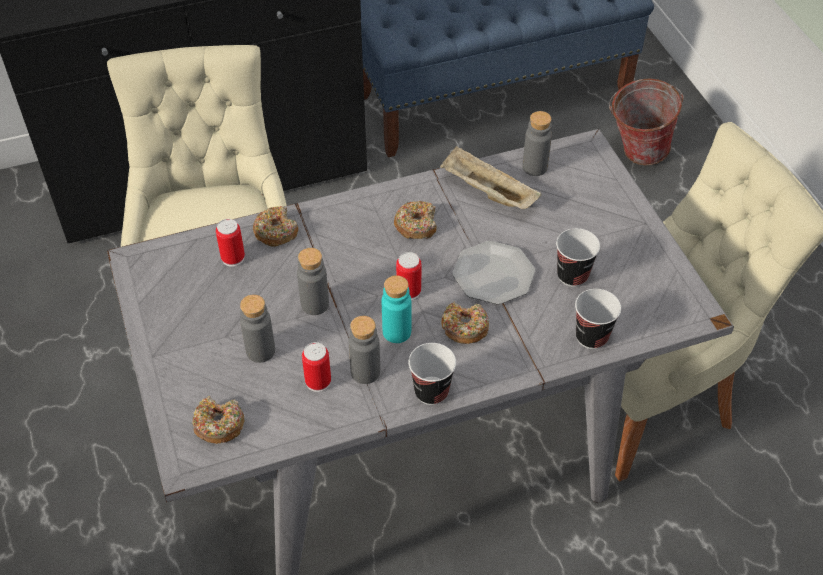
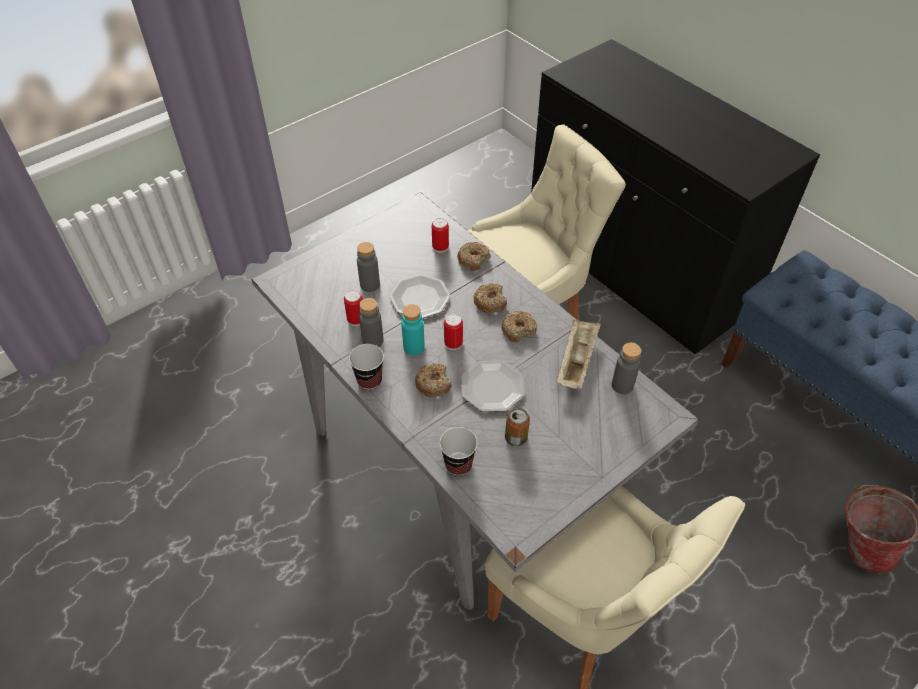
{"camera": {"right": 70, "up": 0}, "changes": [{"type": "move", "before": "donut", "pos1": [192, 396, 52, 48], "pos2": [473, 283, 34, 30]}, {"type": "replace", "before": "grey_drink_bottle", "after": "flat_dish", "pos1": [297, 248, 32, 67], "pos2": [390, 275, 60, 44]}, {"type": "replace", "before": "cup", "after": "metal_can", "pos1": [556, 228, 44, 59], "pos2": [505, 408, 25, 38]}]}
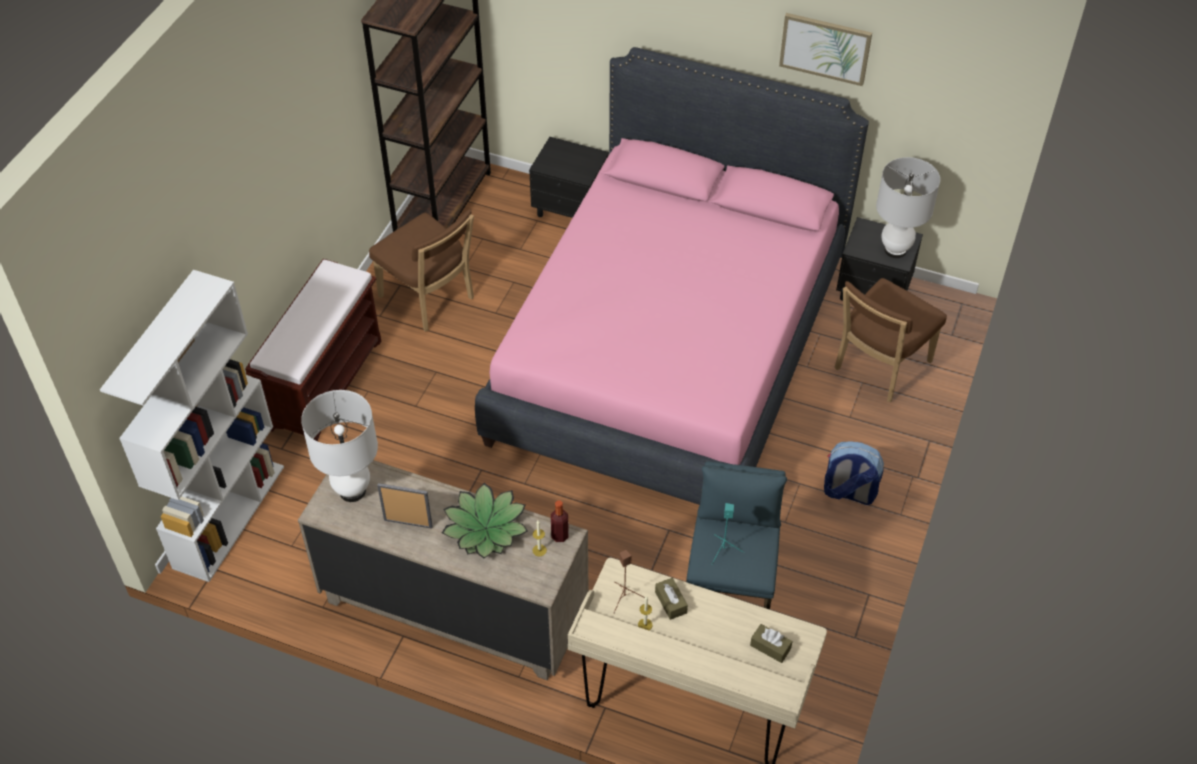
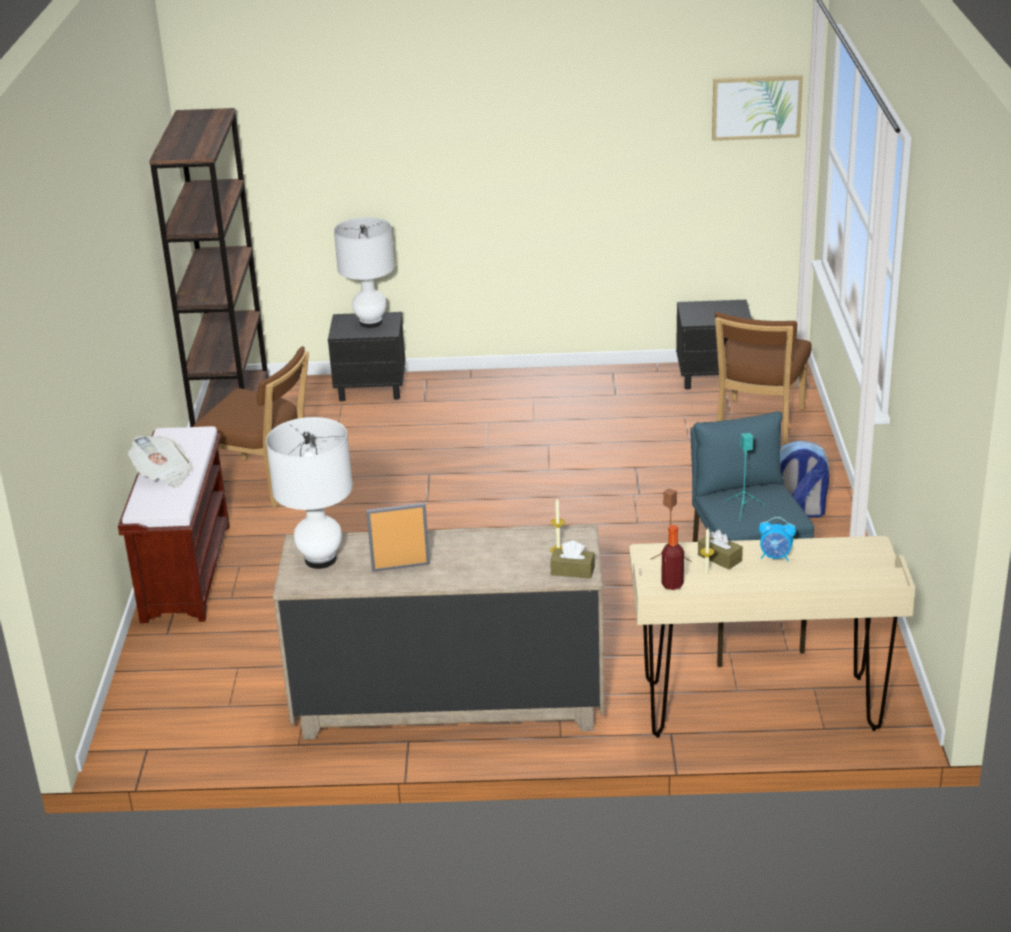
{"camera": {"right": -20, "up": -20}, "changes": [{"type": "delete", "before": "whitish_bookshelf", "pos1": [100, 270, 184, 312]}, {"type": "delete", "before": "potted_plant", "pos1": [442, 483, 86, 75]}, {"type": "delete", "before": "pinkish_sleeping_bed", "pos1": [475, 47, 394, 458]}, {"type": "move", "before": "drink_bottle", "pos1": [551, 500, 18, 42], "pos2": [661, 525, 23, 65]}, {"type": "move", "before": "brownish_box_of_tissues", "pos1": [750, 624, 43, 39], "pos2": [550, 541, 45, 38]}, {"type": "move", "before": "picture", "pos1": [779, 13, 93, 73], "pos2": [712, 75, 91, 66]}, {"type": "move", "before": "whitish_tabletop_lamp", "pos1": [876, 157, 64, 101], "pos2": [334, 217, 61, 111]}, {"type": "insert", "after": "newspaper", "pos2": [128, 436, 66, 51]}, {"type": "insert", "after": "bedside_clock", "pos2": [759, 517, 37, 44]}]}
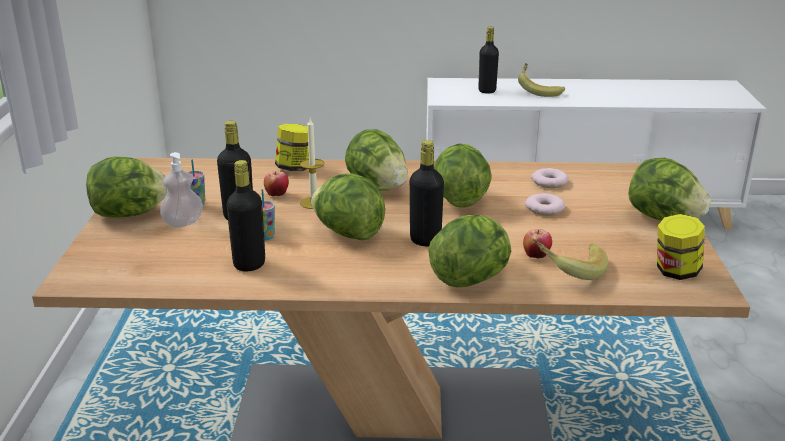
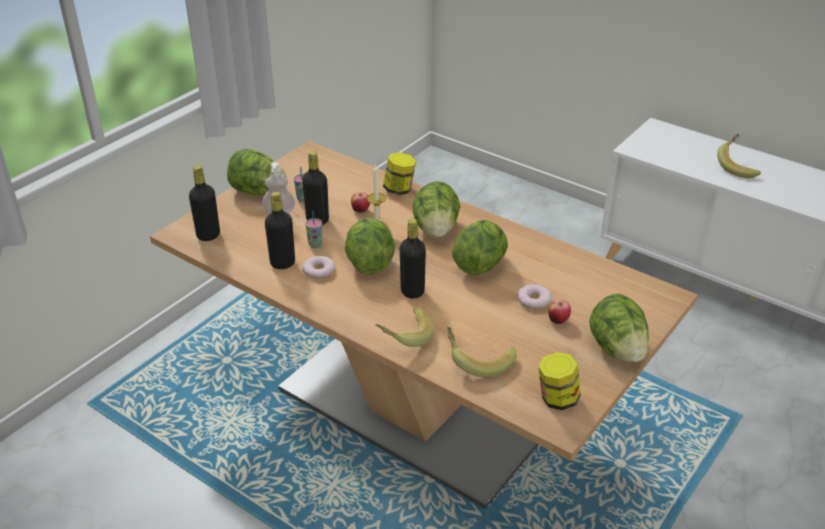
{"camera": {"right": 35, "up": 10}, "changes": [{"type": "replace", "before": "head_of_lettuce", "after": "banana_fruit", "pos1": [428, 215, 83, 72], "pos2": [376, 308, 58, 39]}, {"type": "move", "before": "black-coloured_drink_bottle", "pos1": [478, 27, 21, 67], "pos2": [189, 165, 31, 76]}, {"type": "move", "before": "apple_fruit", "pos1": [523, 229, 29, 30], "pos2": [548, 299, 23, 25]}, {"type": "move", "before": "donut", "pos1": [531, 168, 38, 20], "pos2": [302, 256, 33, 22]}]}
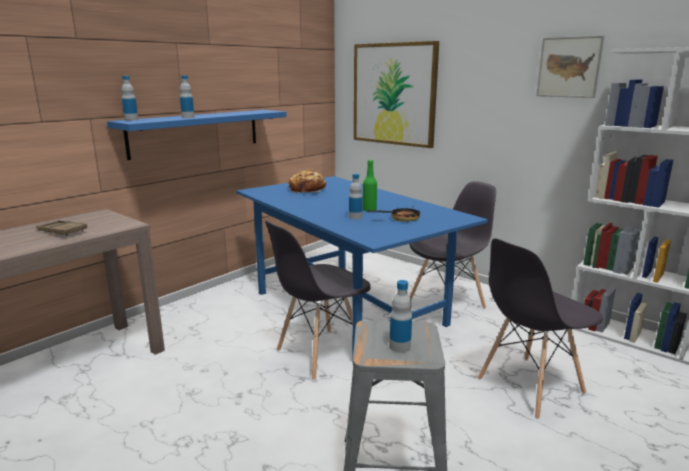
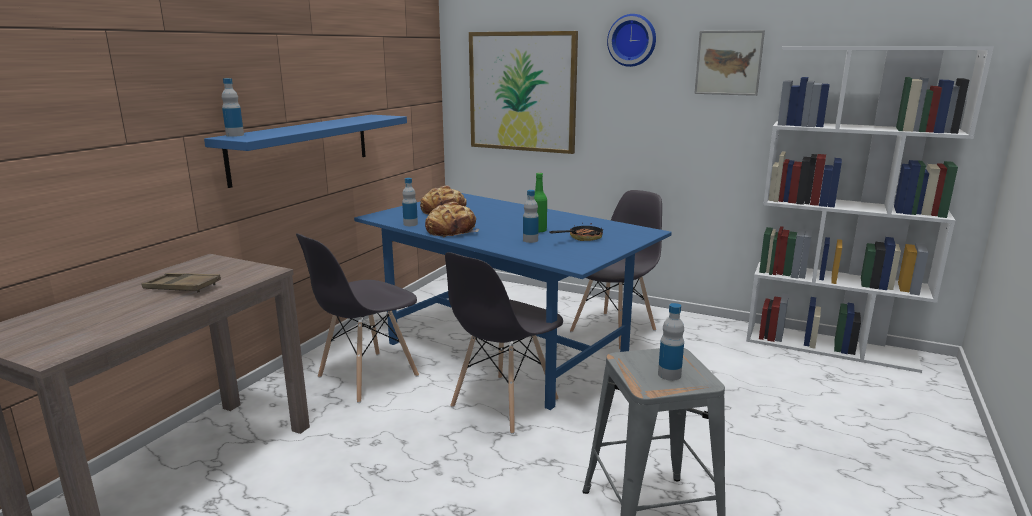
{"camera": {"right": -15, "up": 0}, "changes": [{"type": "move", "before": "drink_bottle", "pos1": [180, 75, 15, 43], "pos2": [402, 178, 16, 48]}, {"type": "move", "before": "grey_plain_chair", "pos1": [478, 238, 125, 181], "pos2": [296, 233, 123, 170]}, {"type": "insert", "after": "baked_bread", "pos2": [425, 202, 54, 35]}, {"type": "insert", "after": "wall_clock", "pos2": [607, 14, 49, 53]}]}
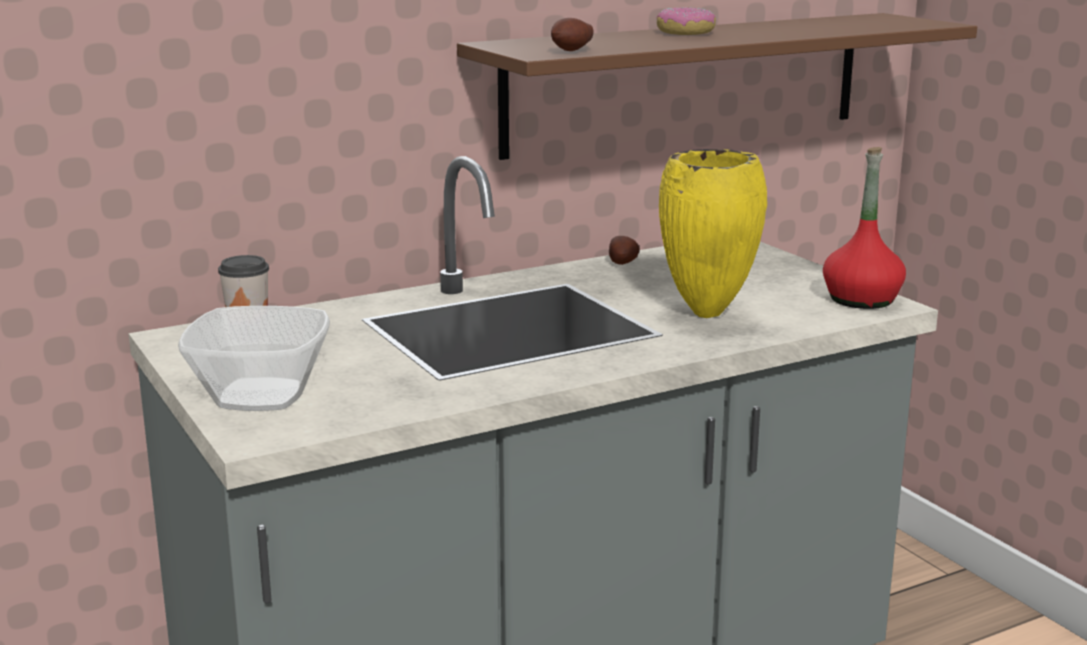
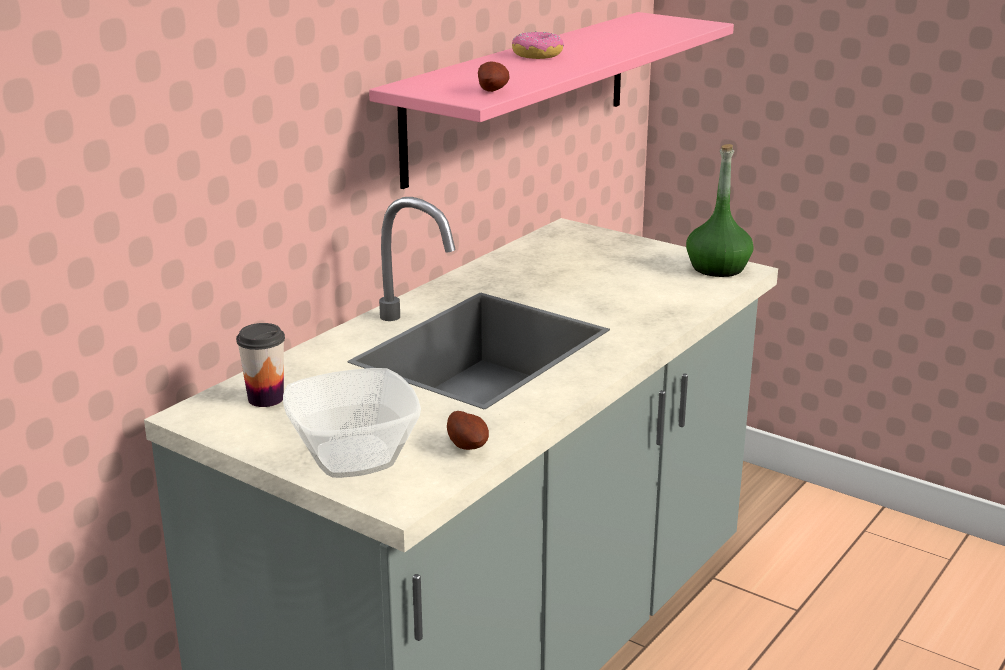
{"camera": {"right": -25, "up": 5}, "changes": [{"type": "recolor", "before": "brownish_wall_shelf", "after": "pinkish_wall_shelf", "pos1": [457, 13, 520, 147], "pos2": [369, 12, 365, 177]}, {"type": "move", "before": "spud", "pos1": [609, 236, 30, 29], "pos2": [447, 411, 42, 39]}, {"type": "delete", "before": "yellowish_decorative_vase", "pos1": [659, 149, 108, 169]}, {"type": "recolor", "before": "red-coloured_drink_bottle", "after": "green-coloured_drink_bottle", "pos1": [823, 147, 83, 162], "pos2": [686, 144, 68, 133]}]}
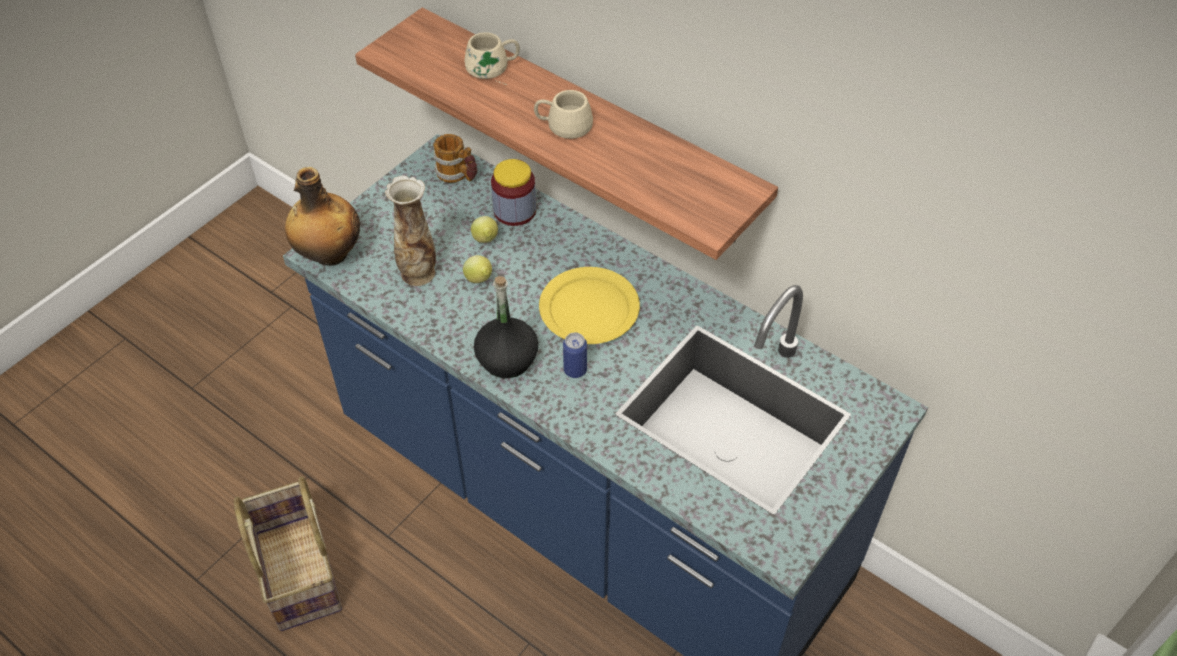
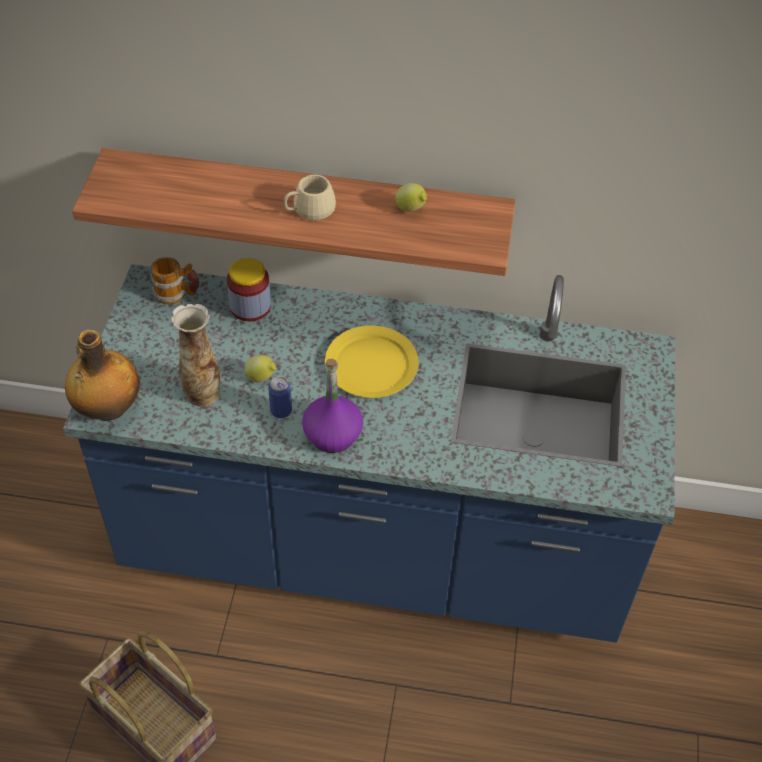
{"camera": {"right": -30, "up": 0}, "changes": [{"type": "delete", "before": "beige_mug", "pos1": [464, 32, 56, 53]}, {"type": "move", "before": "citrus_fruit", "pos1": [471, 216, 27, 27], "pos2": [395, 183, 32, 29]}, {"type": "recolor", "before": "black-coloured_drink_bottle", "after": "purplish_drink_bottle", "pos1": [474, 276, 64, 102], "pos2": [302, 359, 61, 94]}, {"type": "move", "before": "metal_can", "pos1": [563, 333, 24, 45], "pos2": [268, 376, 24, 42]}]}
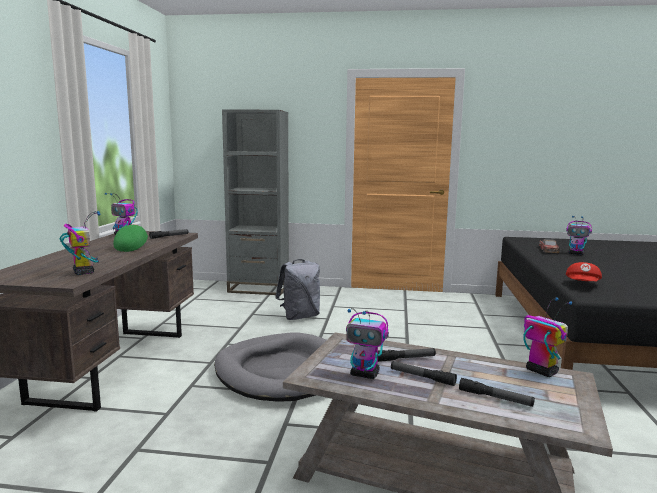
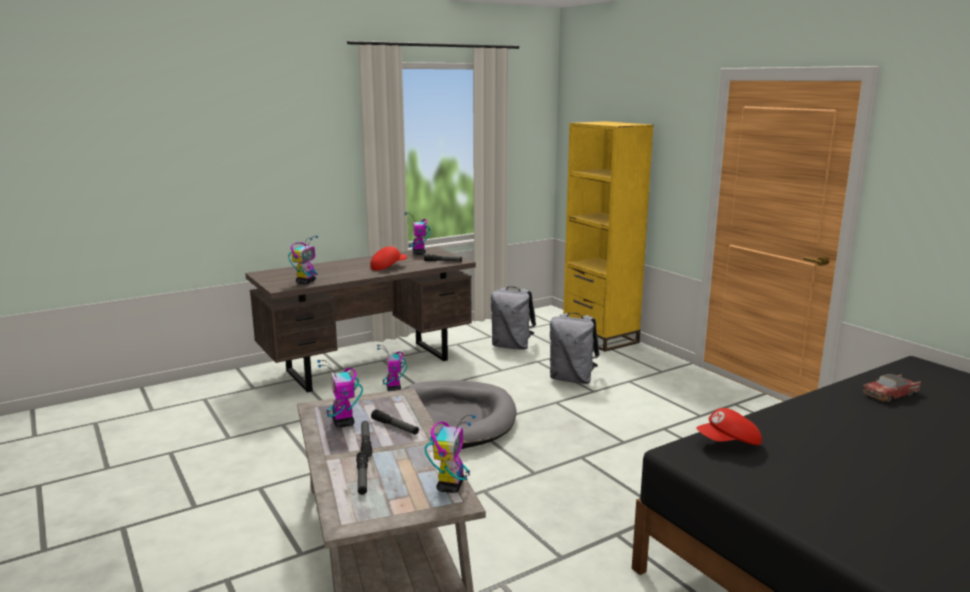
{"camera": {"right": 50, "up": 5}, "changes": [{"type": "recolor", "before": "green-coloured_peaked_cap", "after": "red-coloured_peaked_cap", "pos1": [113, 224, 35, 28], "pos2": [370, 246, 37, 25]}, {"type": "recolor", "before": "grey_bookshelf", "after": "yellowish_bookshelf", "pos1": [222, 109, 67, 186], "pos2": [563, 121, 91, 231]}, {"type": "move", "before": "robot_figure", "pos1": [566, 216, 26, 39], "pos2": [377, 344, 30, 47]}, {"type": "insert", "after": "grey_rucksack", "pos2": [491, 286, 45, 64]}]}
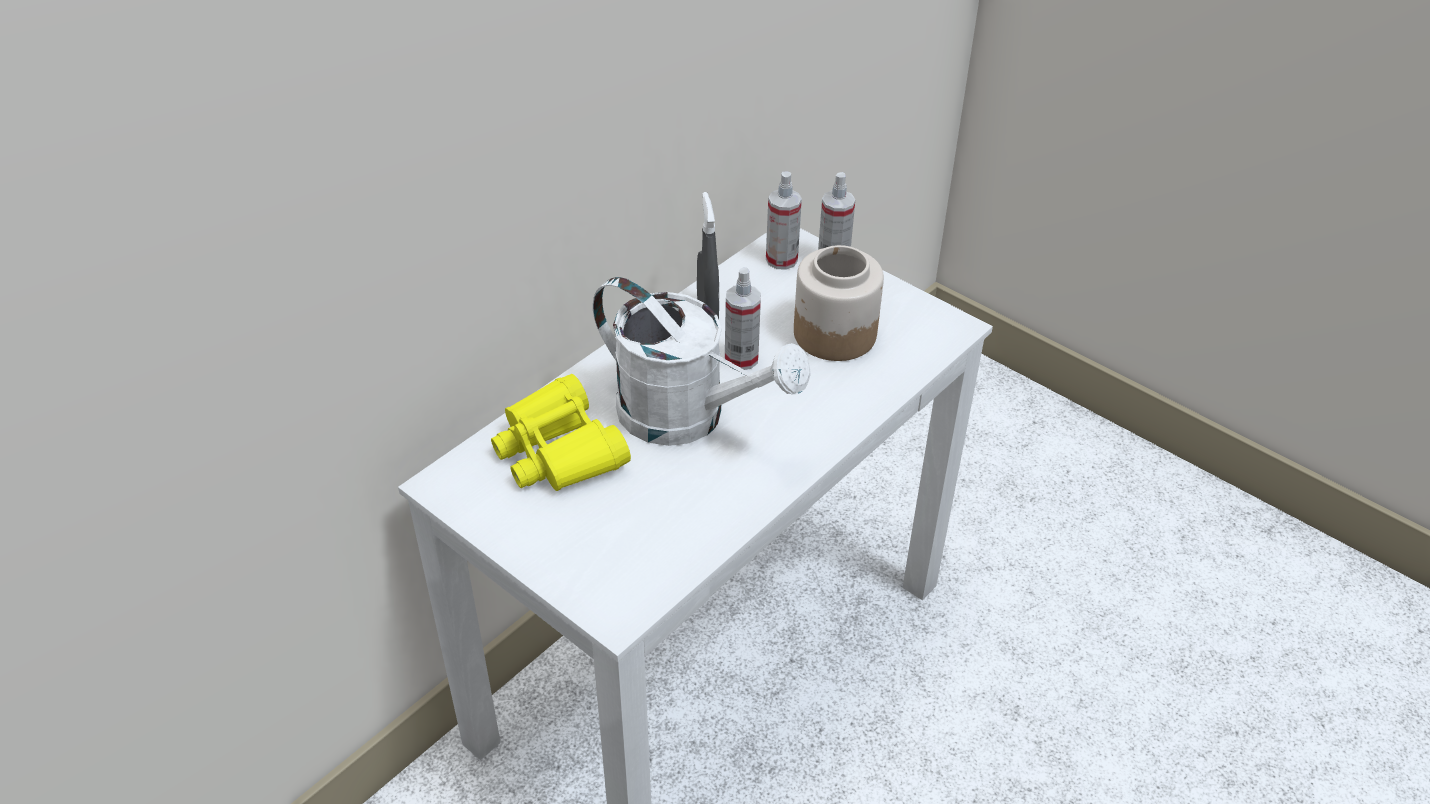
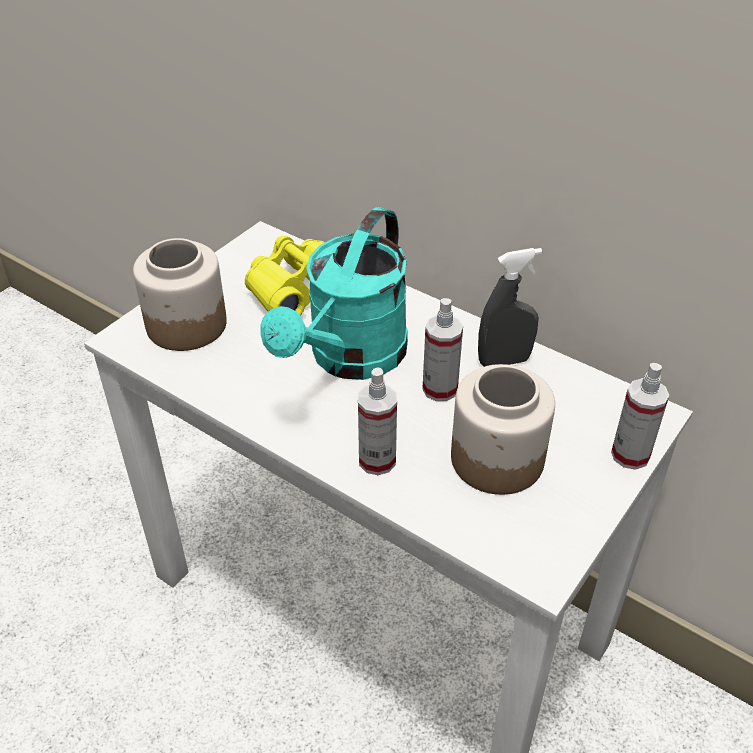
{"camera": {"right": 85, "up": 0}, "changes": [{"type": "recolor", "before": "whitish_watering_can", "after": "blue-green_watering_can", "pos1": [593, 277, 218, 169], "pos2": [261, 207, 147, 173]}, {"type": "move", "before": "spray_bottle", "pos1": [766, 172, 36, 98], "pos2": [358, 367, 39, 108]}, {"type": "insert", "after": "preserve_jar", "pos2": [133, 238, 94, 113]}]}
